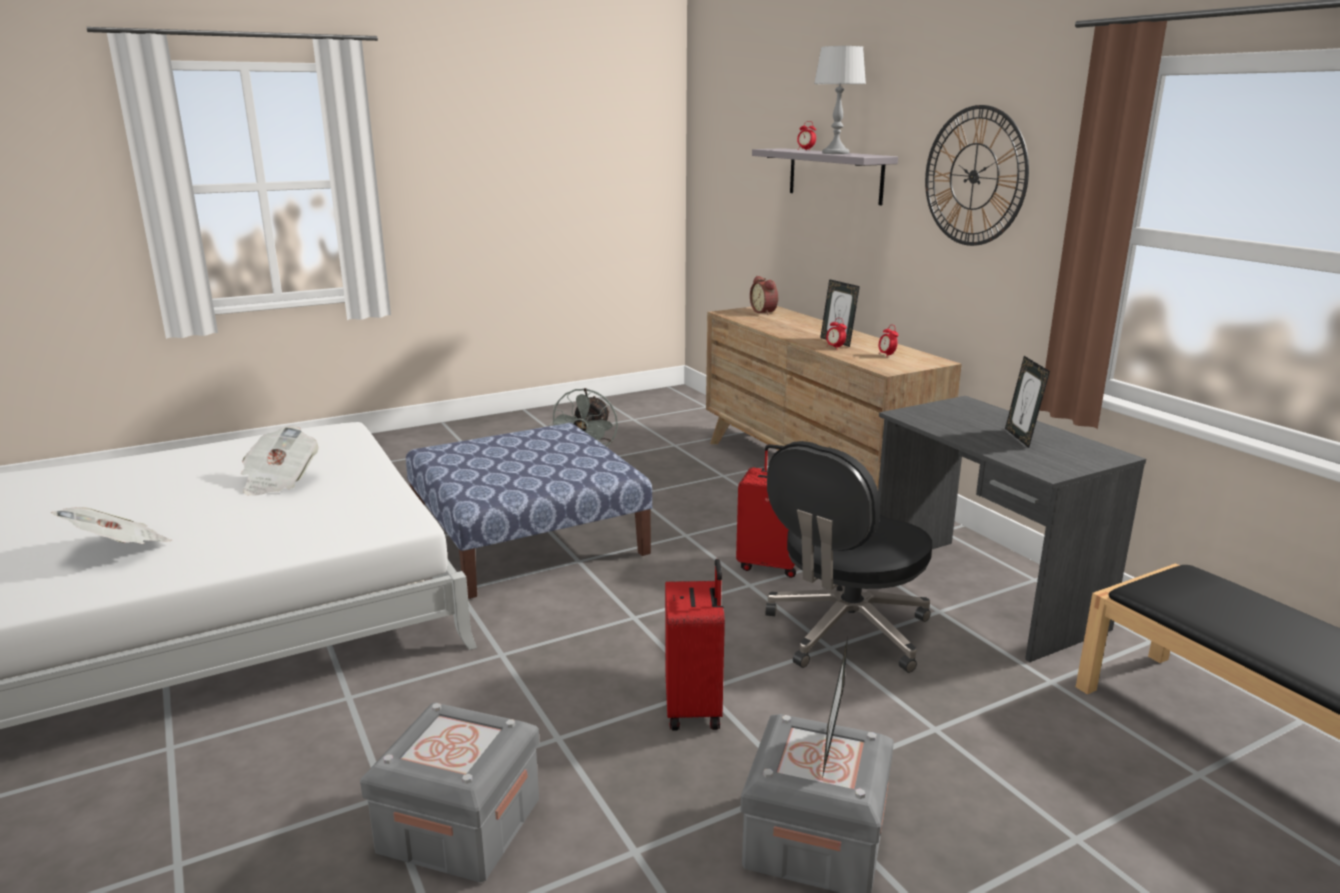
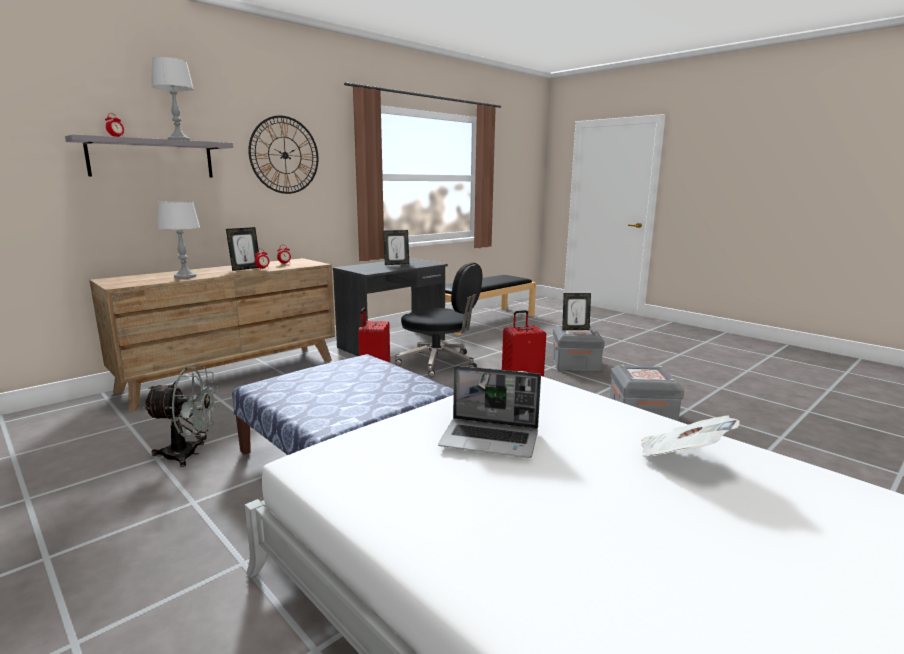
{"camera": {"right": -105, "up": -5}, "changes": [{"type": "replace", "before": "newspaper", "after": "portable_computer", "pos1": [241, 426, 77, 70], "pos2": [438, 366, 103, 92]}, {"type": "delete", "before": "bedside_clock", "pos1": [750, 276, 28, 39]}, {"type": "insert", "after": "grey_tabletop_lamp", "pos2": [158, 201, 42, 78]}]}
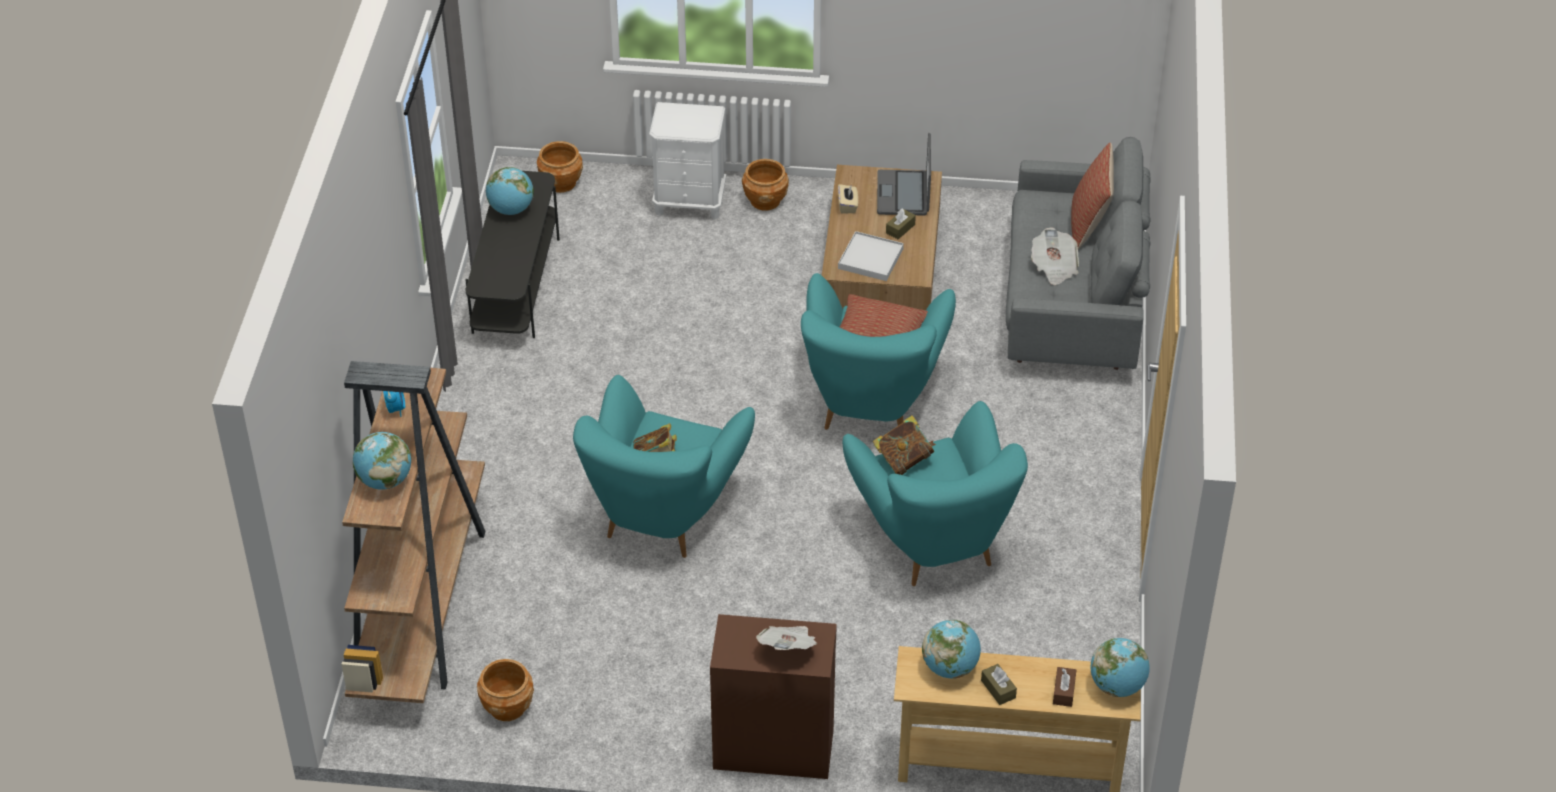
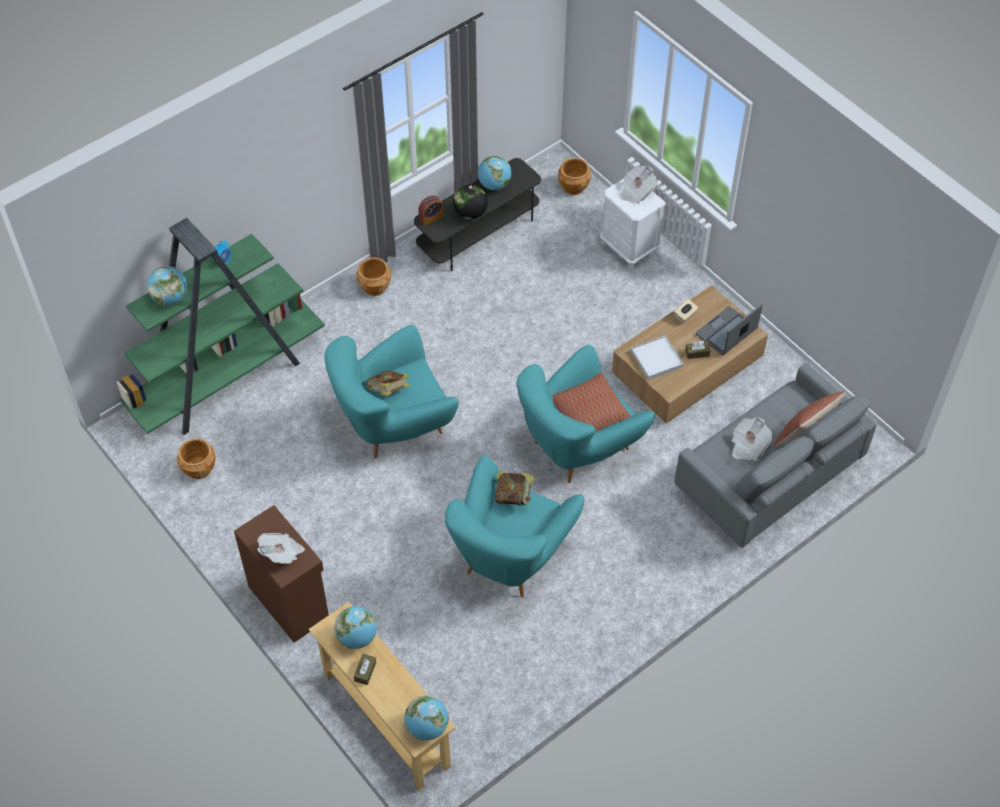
{"camera": {"right": 45, "up": 10}, "changes": [{"type": "recolor", "before": "brownish_bookshelf", "after": "green-coloured_bookshelf", "pos1": [341, 361, 144, 342], "pos2": [117, 218, 208, 217]}, {"type": "move", "before": "brownish_planter", "pos1": [742, 159, 47, 52], "pos2": [356, 257, 35, 39]}, {"type": "delete", "before": "brownish_box_of_tissues", "pos1": [1053, 667, 23, 40]}, {"type": "insert", "after": "bedside_clock", "pos2": [419, 195, 24, 31]}, {"type": "insert", "after": "globe", "pos2": [453, 184, 35, 35]}, {"type": "insert", "after": "newspaper", "pos2": [619, 166, 38, 38]}]}
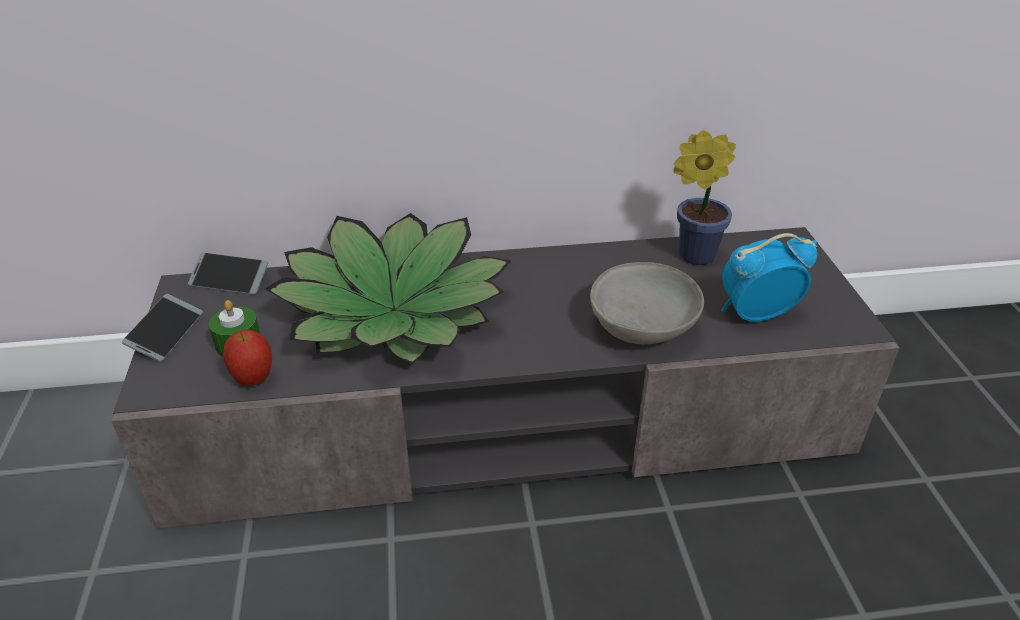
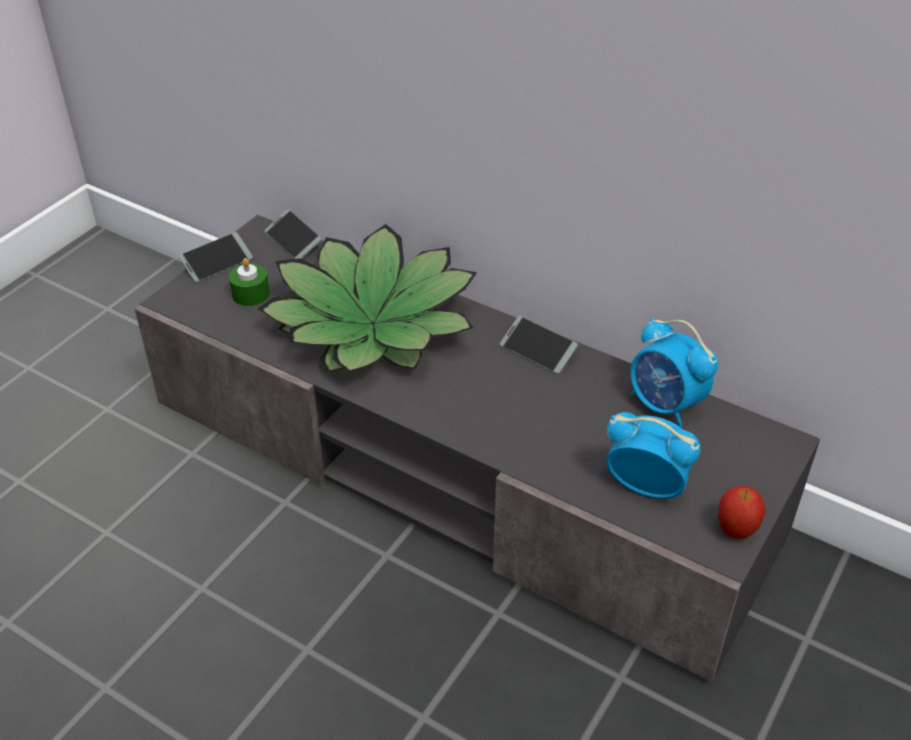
{"camera": {"right": 40, "up": 5}, "changes": [{"type": "move", "before": "apple_fruit", "pos1": [223, 330, 49, 56], "pos2": [718, 486, 47, 53]}, {"type": "delete", "before": "grey_deep_dish", "pos1": [590, 262, 114, 82]}, {"type": "replace", "before": "potted_plant", "after": "bedside_clock", "pos1": [673, 130, 63, 135], "pos2": [630, 318, 88, 109]}, {"type": "insert", "after": "telephone", "pos2": [500, 316, 78, 58]}]}
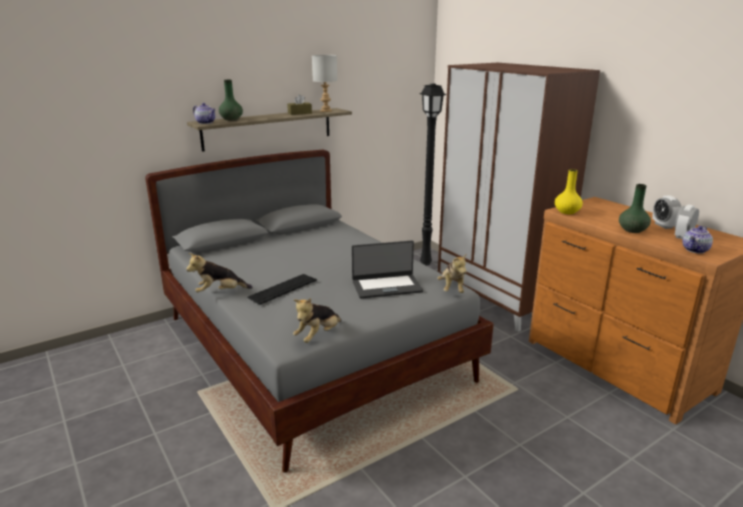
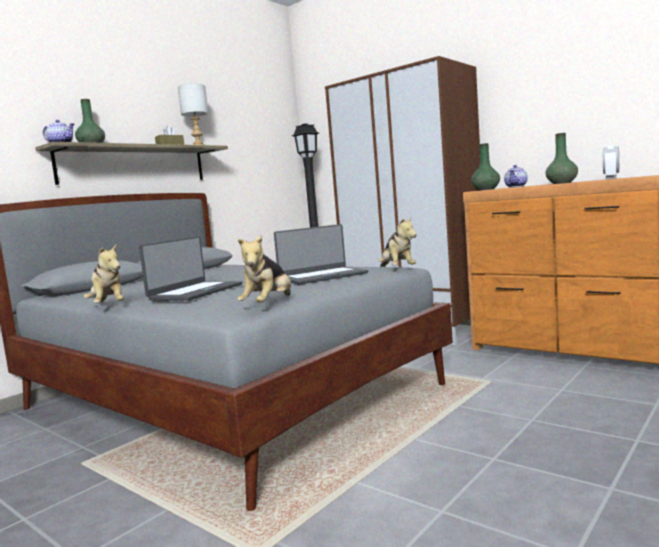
{"camera": {"right": -15, "up": -15}, "changes": [{"type": "rotate", "before": "plush_toy", "pos1": [186, 253, 67, 39], "pos2": [84, 244, 40, 59], "turn": -90}, {"type": "replace", "before": "computer_keyboard", "after": "portable_computer", "pos1": [247, 274, 70, 31], "pos2": [139, 236, 103, 65]}, {"type": "recolor", "before": "yellowish_decorative_vase", "after": "green-coloured_decorative_vase", "pos1": [555, 169, 28, 45], "pos2": [471, 143, 29, 47]}, {"type": "delete", "before": "bedside_clock", "pos1": [652, 195, 29, 34]}, {"type": "move", "before": "tea_pot", "pos1": [682, 226, 31, 28], "pos2": [504, 165, 24, 23]}]}
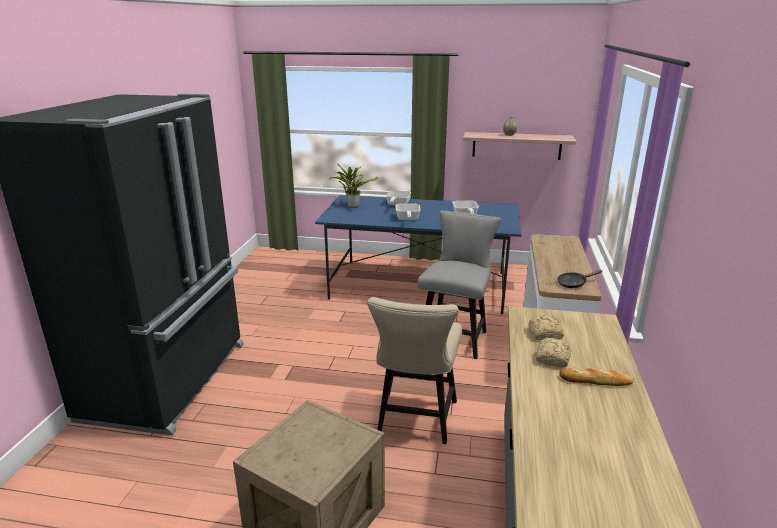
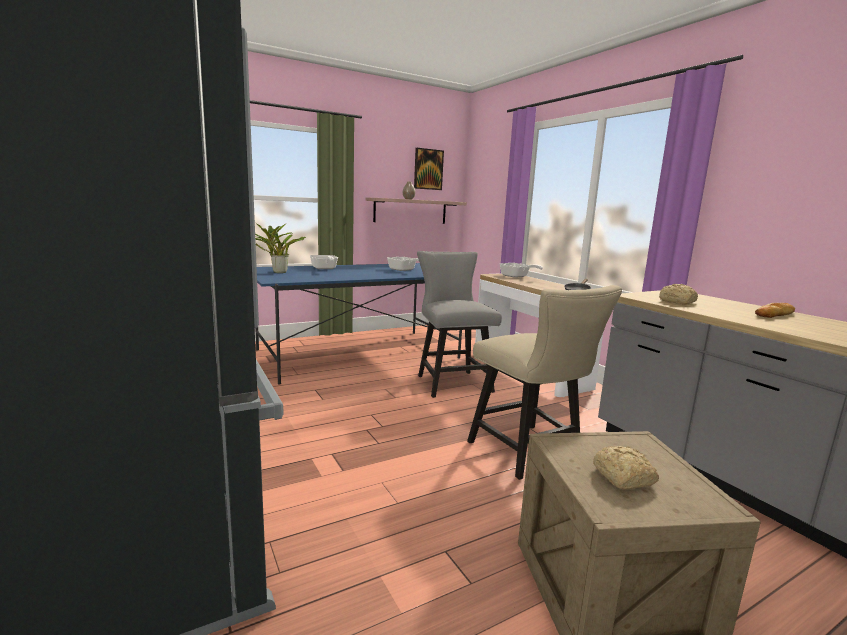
{"camera": {"right": -40, "up": -10}, "changes": [{"type": "move", "before": "skillet", "pos1": [395, 204, 26, 17], "pos2": [500, 263, 43, 15]}, {"type": "move", "before": "baked_bread", "pos1": [536, 338, 36, 29], "pos2": [593, 446, 66, 44]}, {"type": "insert", "after": "picture", "pos2": [414, 148, 30, 42]}]}
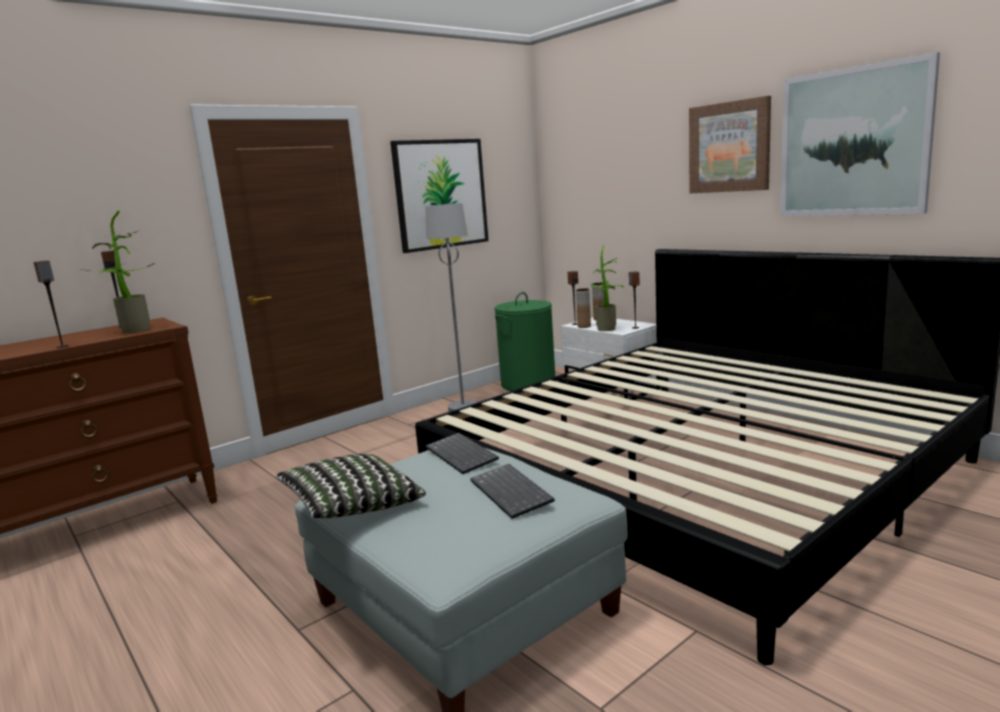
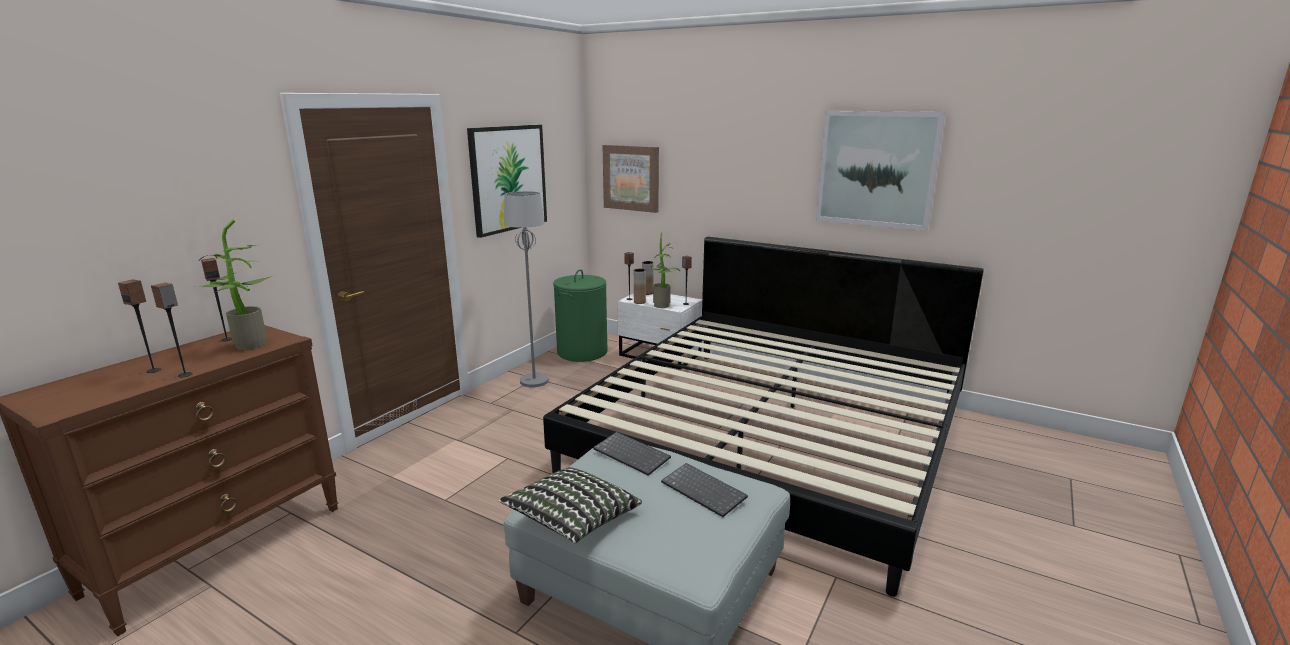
{"camera": {"right": -20, "up": 5}, "changes": [{"type": "move", "before": "picture", "pos1": [689, 96, 82, 97], "pos2": [602, 145, 57, 68]}, {"type": "insert", "after": "loudspeaker", "pos2": [118, 279, 43, 94]}]}
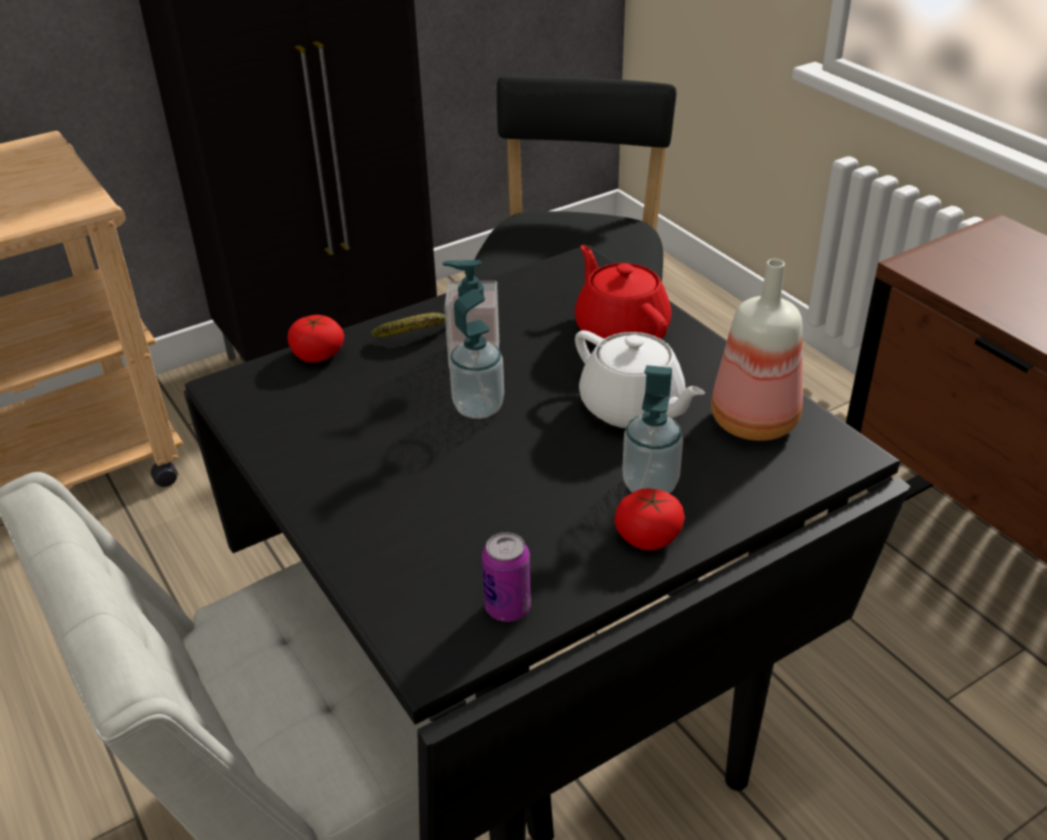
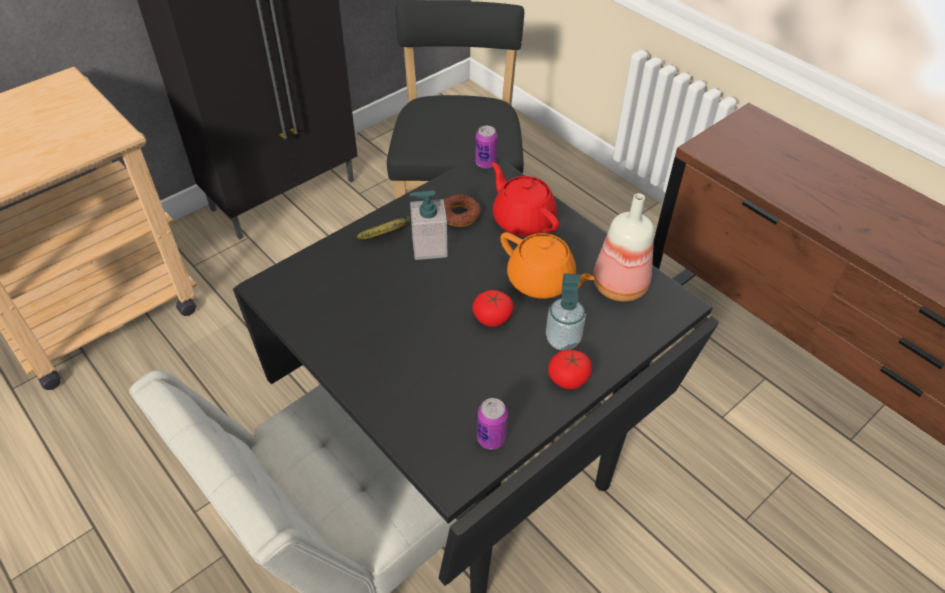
{"camera": {"right": -10, "up": 10}, "changes": [{"type": "move", "before": "whole_tomato", "pos1": [287, 315, 57, 48], "pos2": [472, 290, 42, 37]}, {"type": "delete", "before": "soap_dispenser", "pos1": [449, 289, 55, 130]}, {"type": "recolor", "before": "whitish_tea_pot", "after": "orangey_tea_pot", "pos1": [575, 330, 130, 98], "pos2": [500, 232, 95, 67]}, {"type": "insert", "after": "donut", "pos2": [444, 194, 37, 33]}, {"type": "insert", "after": "metal_can", "pos2": [475, 126, 22, 43]}]}
